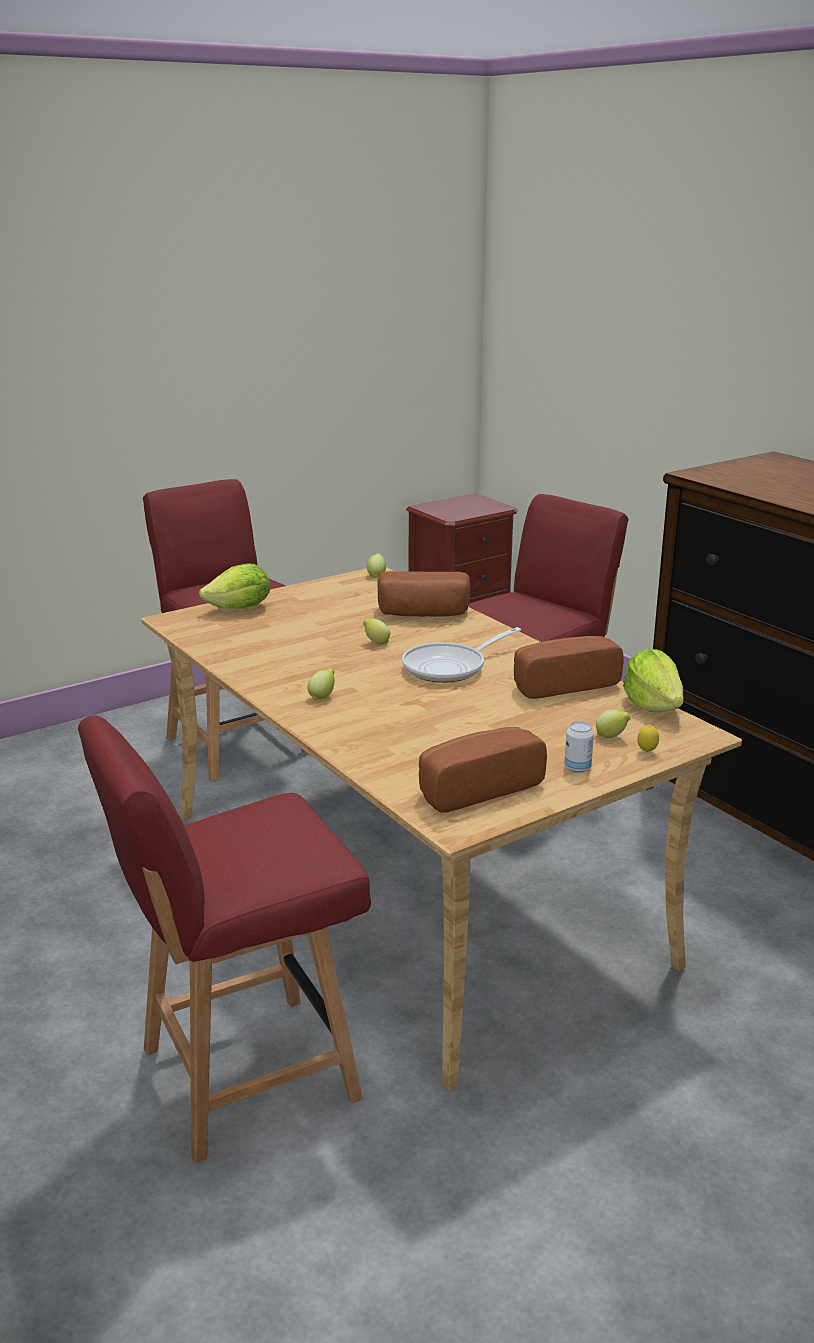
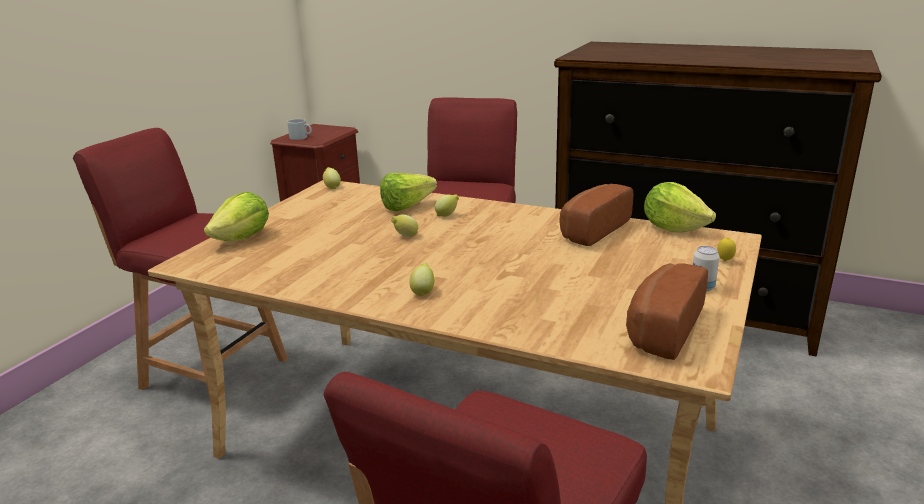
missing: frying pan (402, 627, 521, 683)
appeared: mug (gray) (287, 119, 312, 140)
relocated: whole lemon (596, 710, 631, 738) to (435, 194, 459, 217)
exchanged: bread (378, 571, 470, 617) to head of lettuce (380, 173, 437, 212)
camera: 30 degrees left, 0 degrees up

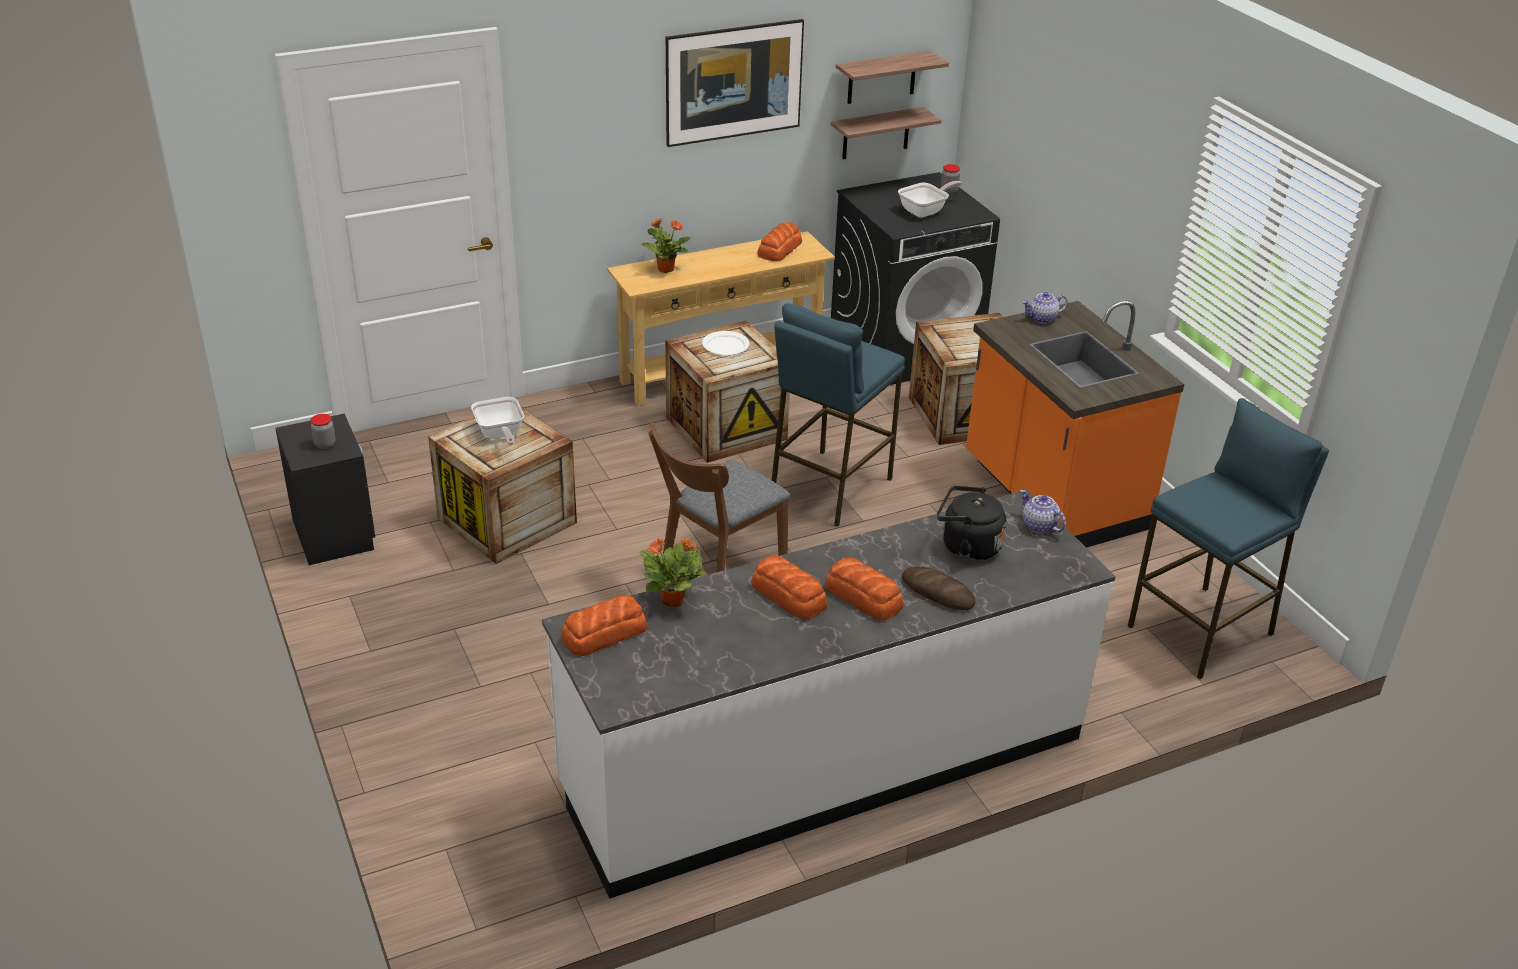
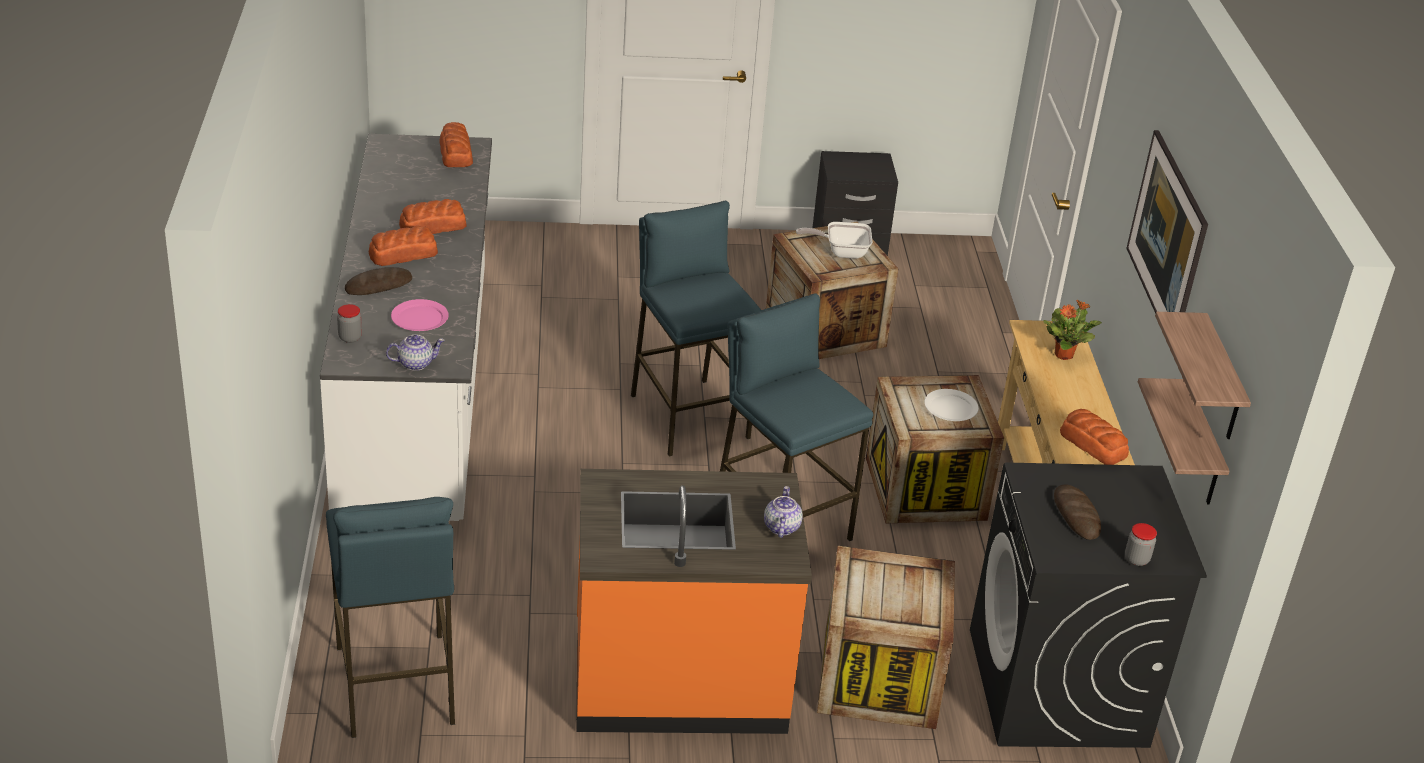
missing: houseplant (639, 537, 705, 607)
relocated: preserve jar (311, 414, 336, 449) to (337, 304, 362, 343)
exchanged: upright chair (brown-coloured) (648, 422, 790, 573) to stool (bluish) (631, 201, 761, 457); frying pan (898, 181, 962, 218) to bread (1054, 485, 1101, 540); tea kettle (blackish) (937, 486, 1006, 561) to dinner plate (pinkish) (391, 299, 449, 331)
camera: 110 degrees right, 0 degrees up

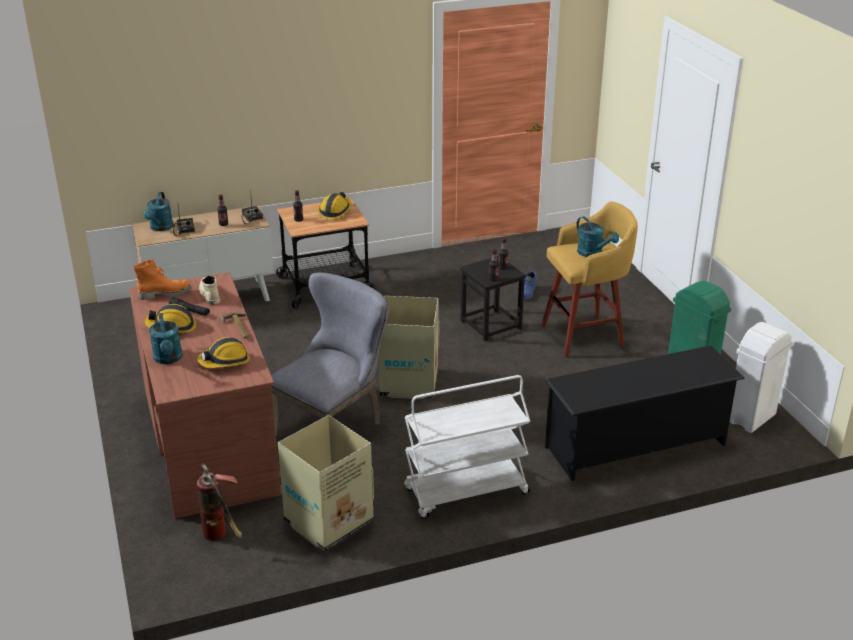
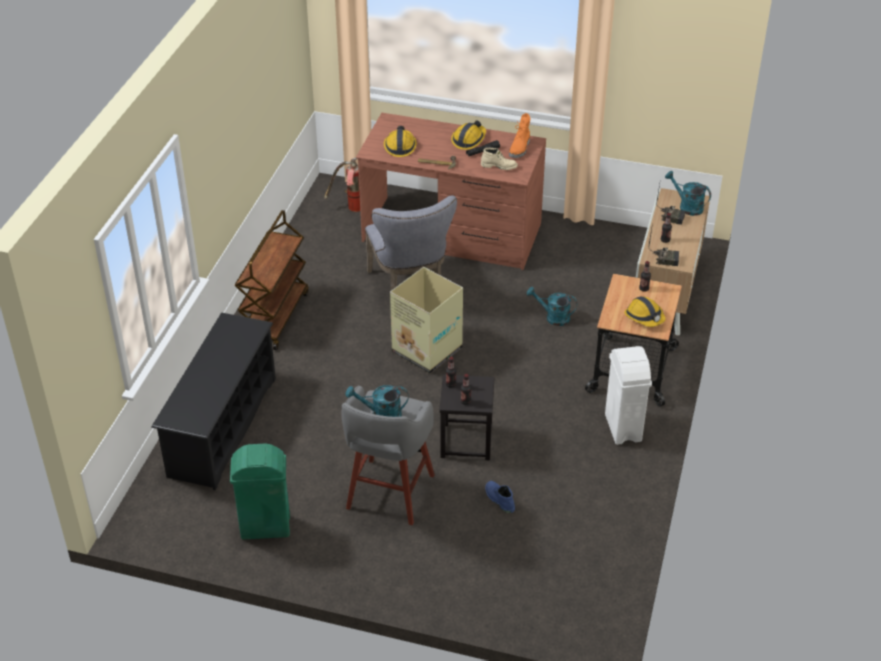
missing: packing box (278, 415, 374, 552)
relocated: watering pot (blue-green) (149, 313, 183, 364) to (527, 287, 578, 326); waste bin (white-coloured) (730, 322, 793, 433) to (605, 346, 652, 445)
colour: trolley (white-coloured) (404, 375, 530, 519) to trolley (brown-coloured) (234, 210, 309, 350); stool (yellow-coloured) (541, 201, 638, 357) to stool (gray) (341, 385, 435, 525)
camera: 125 degrees right, 10 degrees up

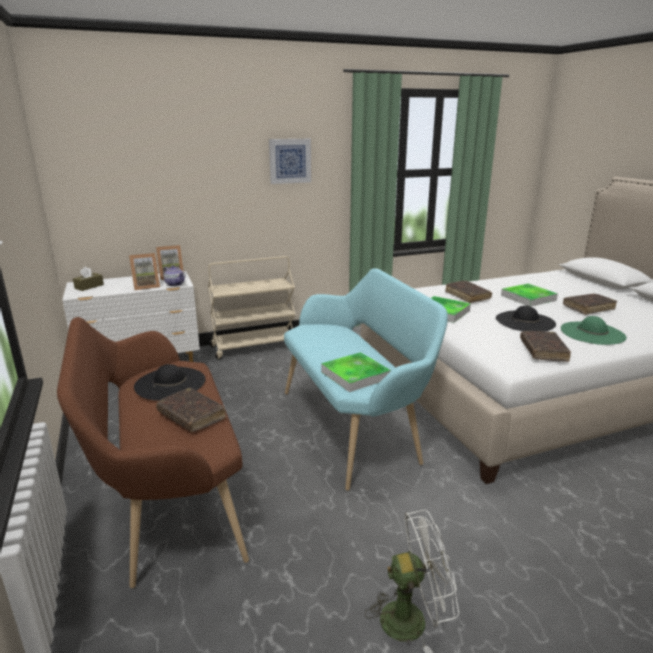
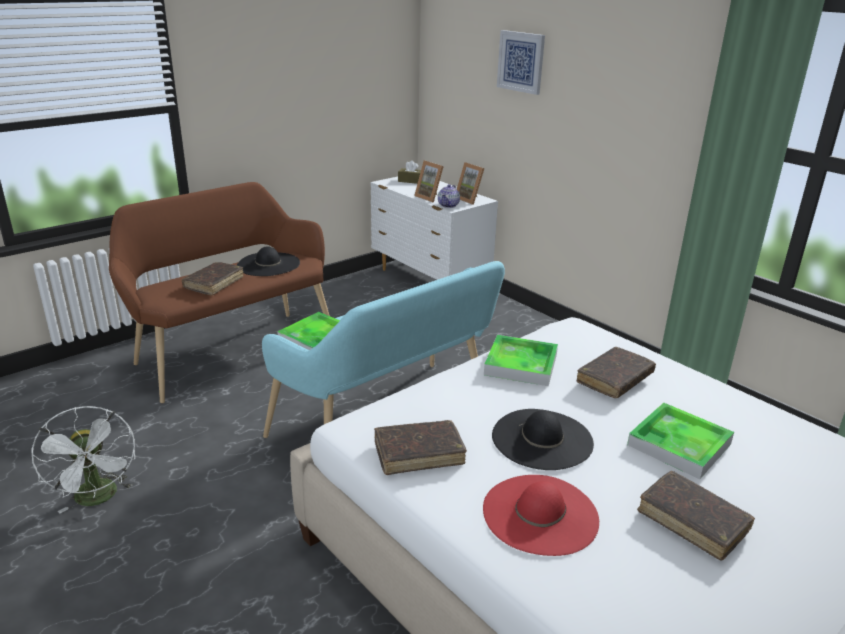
missing: trolley (beige) (208, 256, 295, 360)
relocated: picture (269, 139, 311, 184) to (497, 30, 545, 95)
colour: wearable hat (green-coloured) (561, 316, 627, 345) to wearable hat (reddish) (483, 475, 599, 556)
camera: 70 degrees right, 5 degrees up

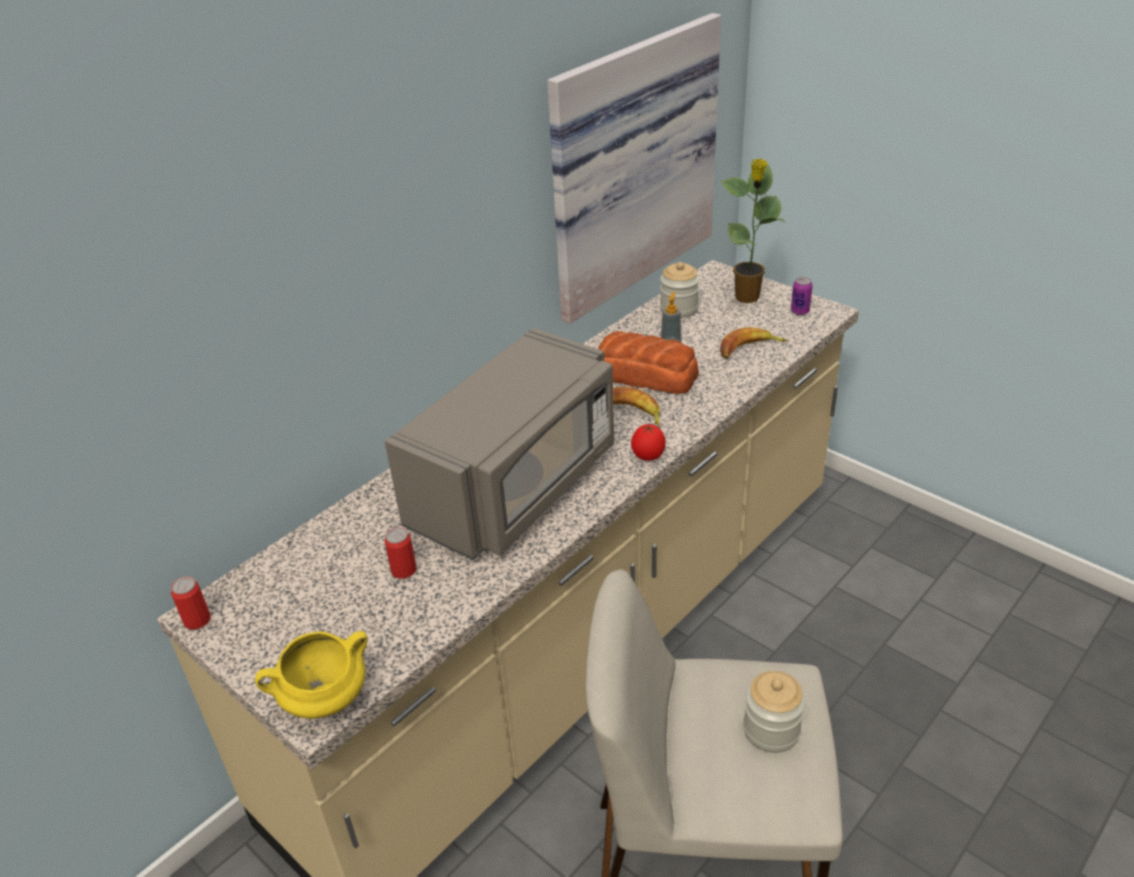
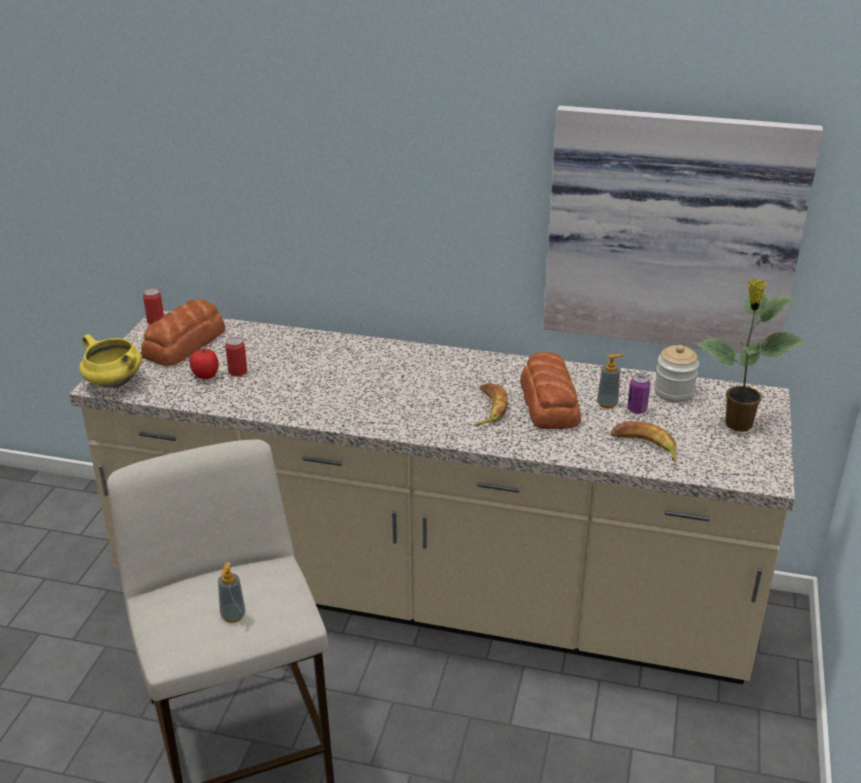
missing: microwave (gray) (385, 328, 614, 560)
appeared: bread (141, 299, 225, 366)
relocated: whole tomato (631, 423, 666, 460) to (190, 348, 219, 379); can (791, 277, 813, 315) to (627, 374, 650, 414)
exchanged: preserve jar (743, 671, 805, 753) to soap dispenser (218, 562, 246, 623)
camera: 60 degrees right, 5 degrees down

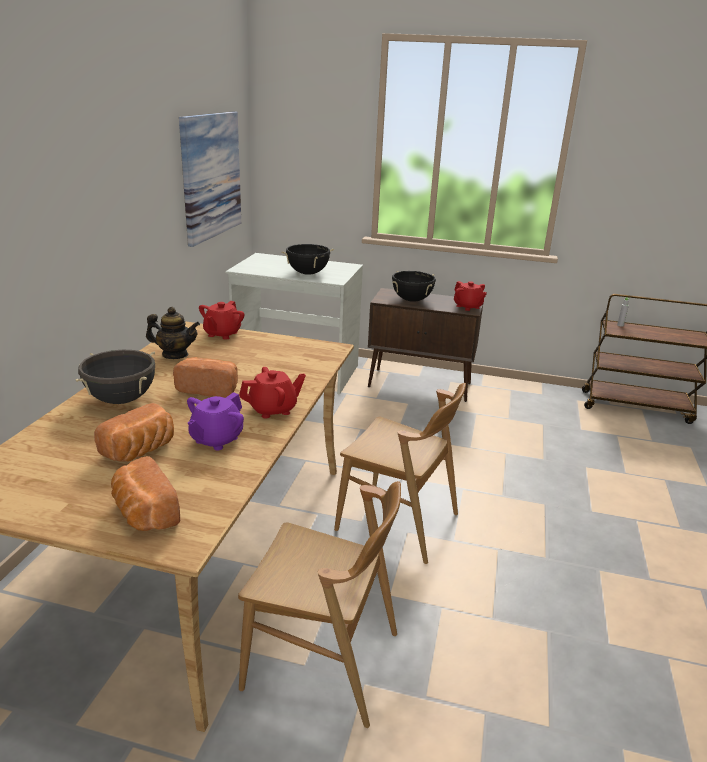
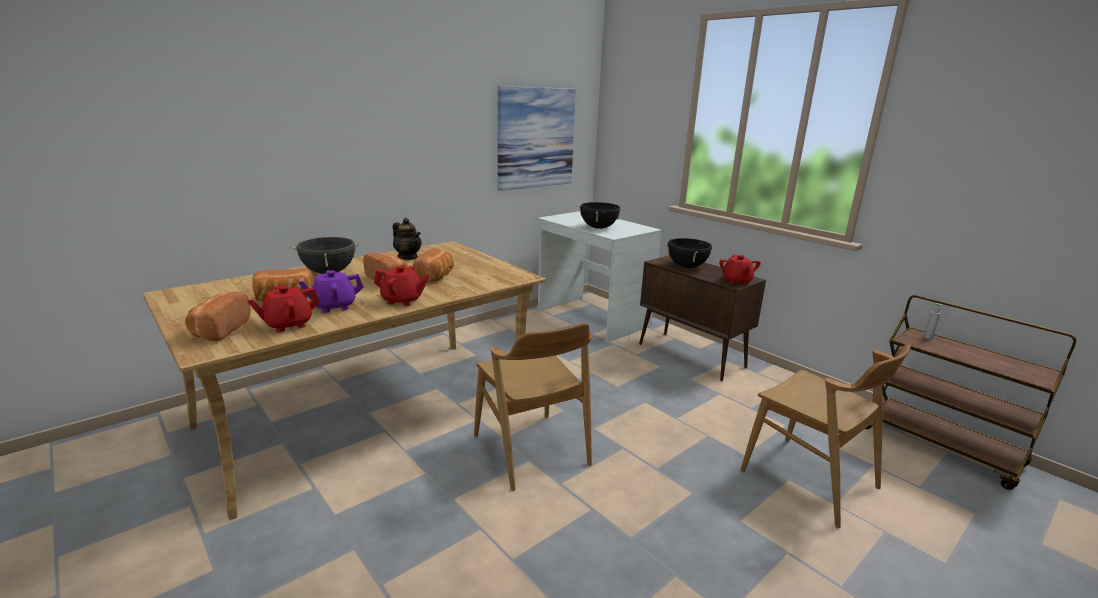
appeared: bread (413, 248, 454, 282)
relocated: teapot (reddish) (199, 301, 244, 340) to (247, 286, 320, 332); upright chair (brown-coloured) (238, 481, 401, 728) to (741, 344, 911, 528)
camera: 35 degrees right, 5 degrees down

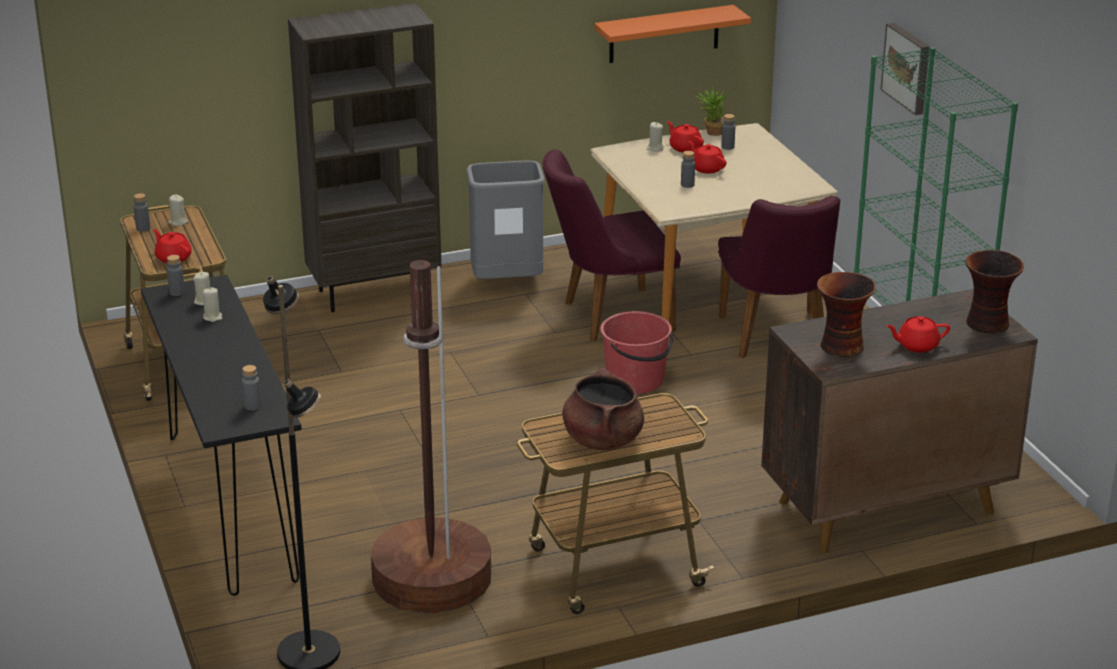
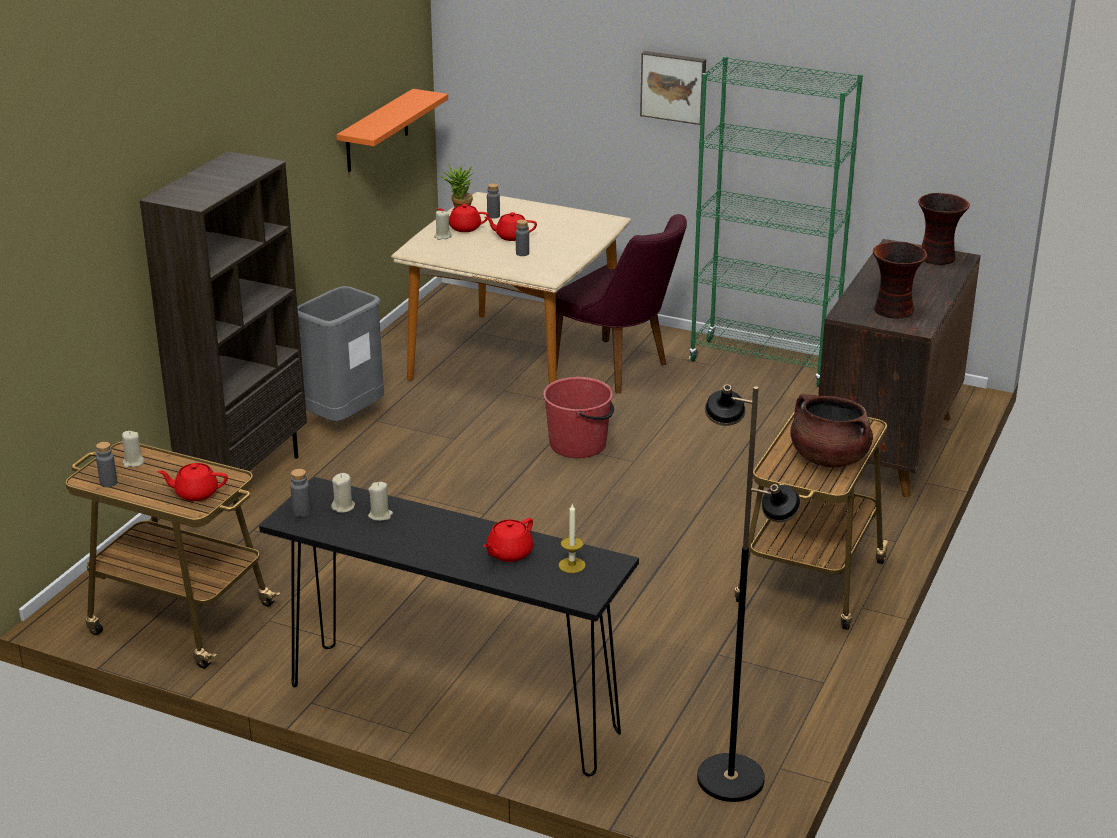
missing: standard lamp (brown-coloured) (371, 260, 491, 613); upright chair (purple) (542, 149, 681, 341)
relocated: teapot (reddish) (886, 316, 950, 352) to (484, 518, 533, 562)
exchanged: bottle (gray) (242, 365, 261, 410) to wax candle (558, 503, 586, 573)
camera: 45 degrees left, 0 degrees up

